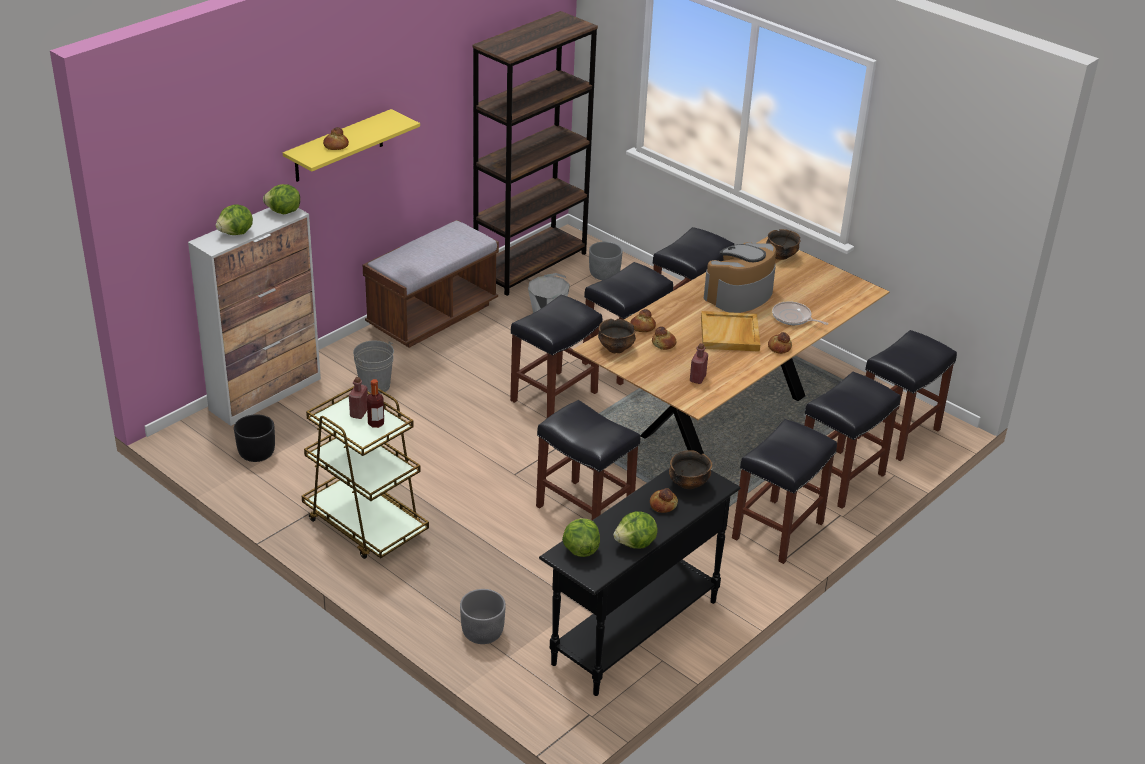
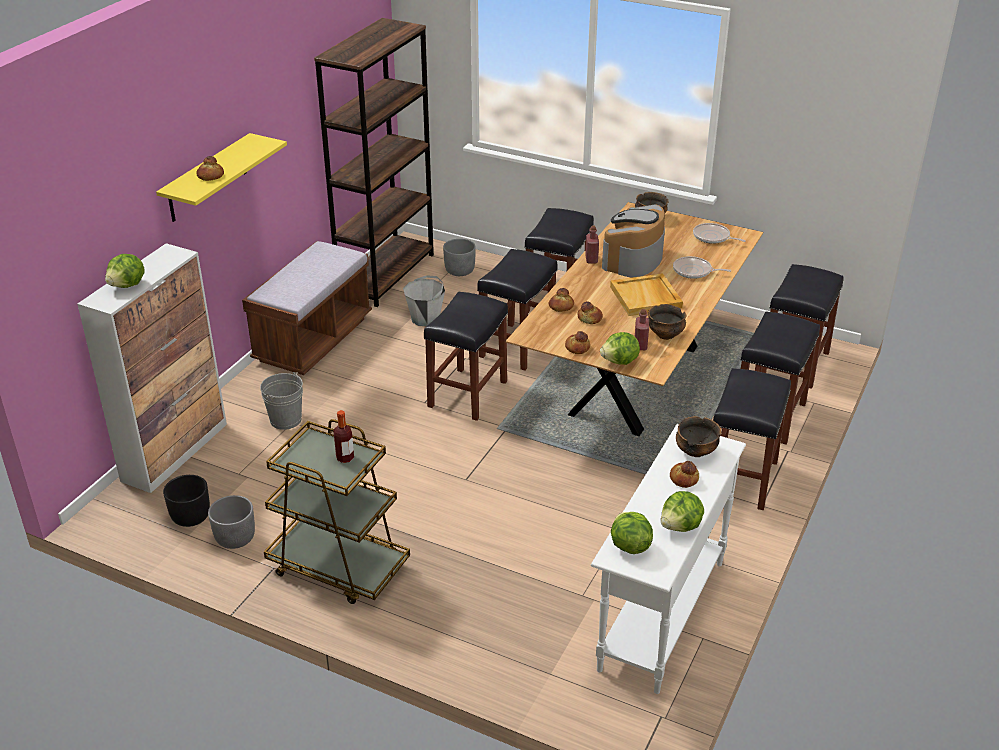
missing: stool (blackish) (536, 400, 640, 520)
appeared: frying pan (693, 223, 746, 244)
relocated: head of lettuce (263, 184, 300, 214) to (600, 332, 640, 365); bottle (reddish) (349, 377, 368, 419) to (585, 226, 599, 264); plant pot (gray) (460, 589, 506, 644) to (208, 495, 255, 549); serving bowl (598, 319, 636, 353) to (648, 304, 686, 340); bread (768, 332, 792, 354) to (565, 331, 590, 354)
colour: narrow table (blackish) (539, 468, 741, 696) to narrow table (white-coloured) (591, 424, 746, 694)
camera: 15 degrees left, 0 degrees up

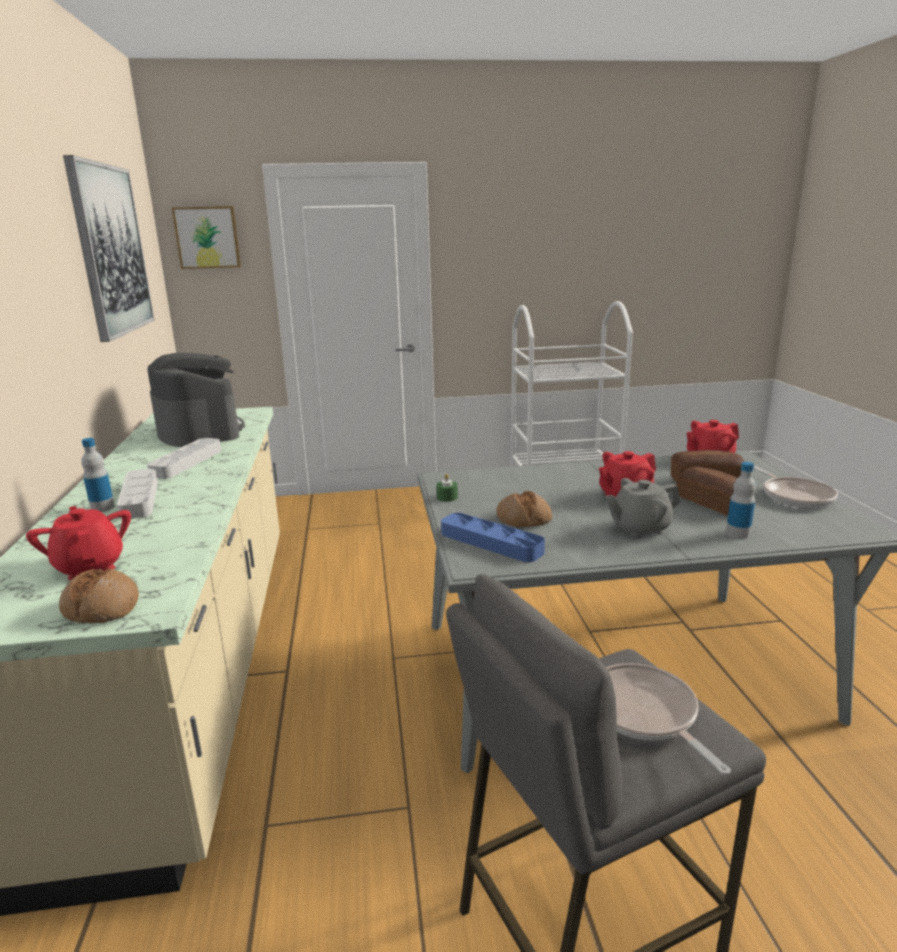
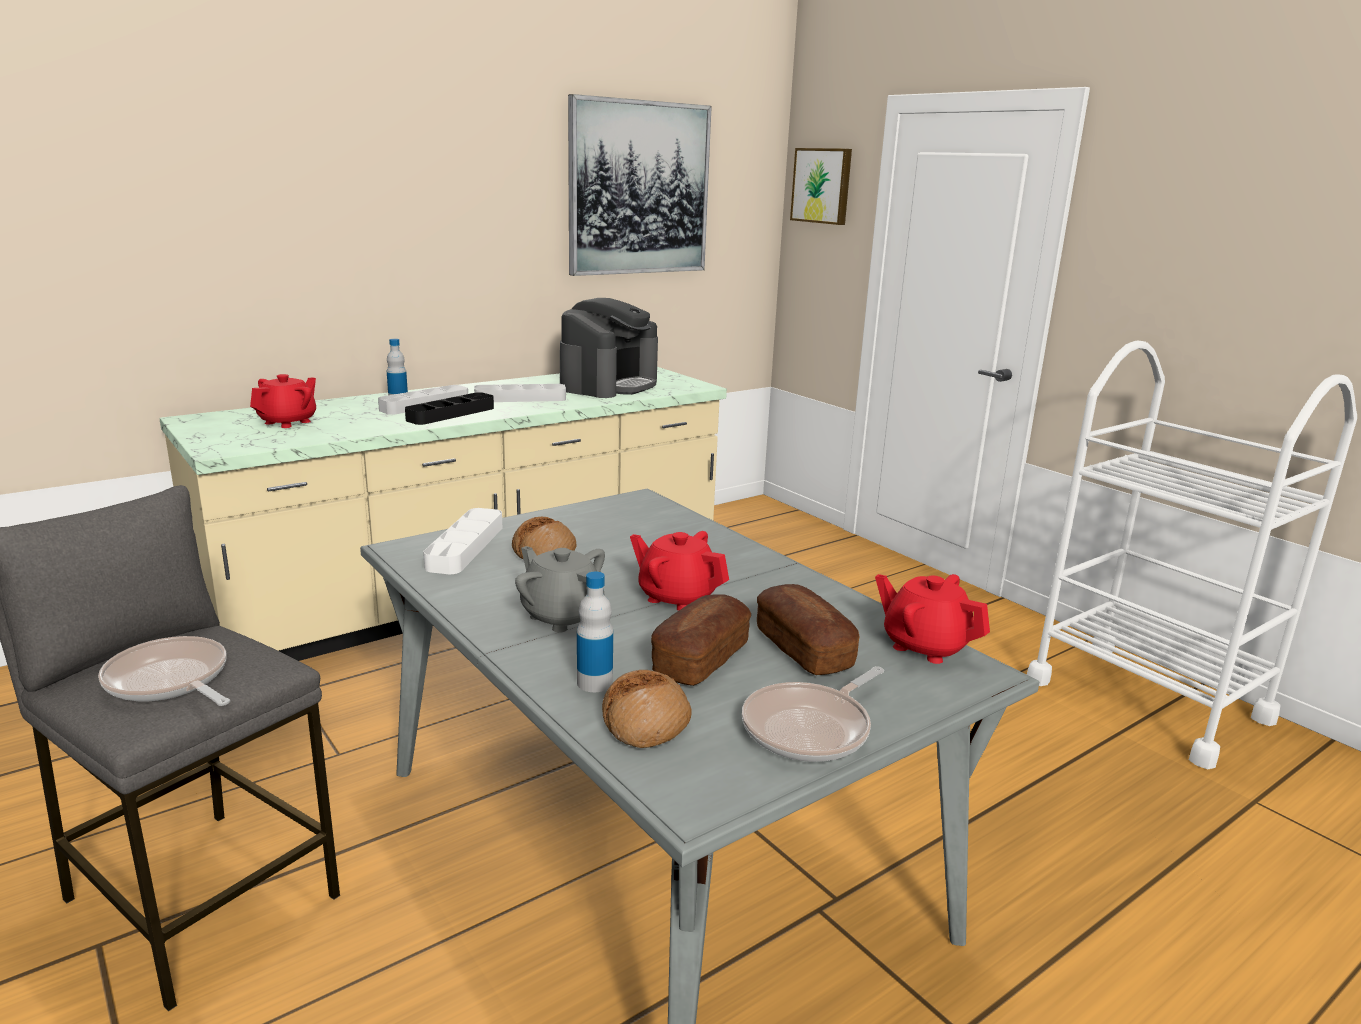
missing: wax candle (green-coloured) (436, 474, 458, 502)
appeared: serving tray (blackish) (405, 392, 494, 425)
relocated: bread (59, 569, 139, 623) to (602, 670, 692, 748)
colour: serving tray (bluish) (441, 513, 545, 562) to serving tray (white-coloured) (423, 508, 503, 574)
spun: frying pan (606, 663, 731, 775) = (98, 636, 230, 706) 90 degrees counterclockwise
camera: 60 degrees right, 0 degrees up

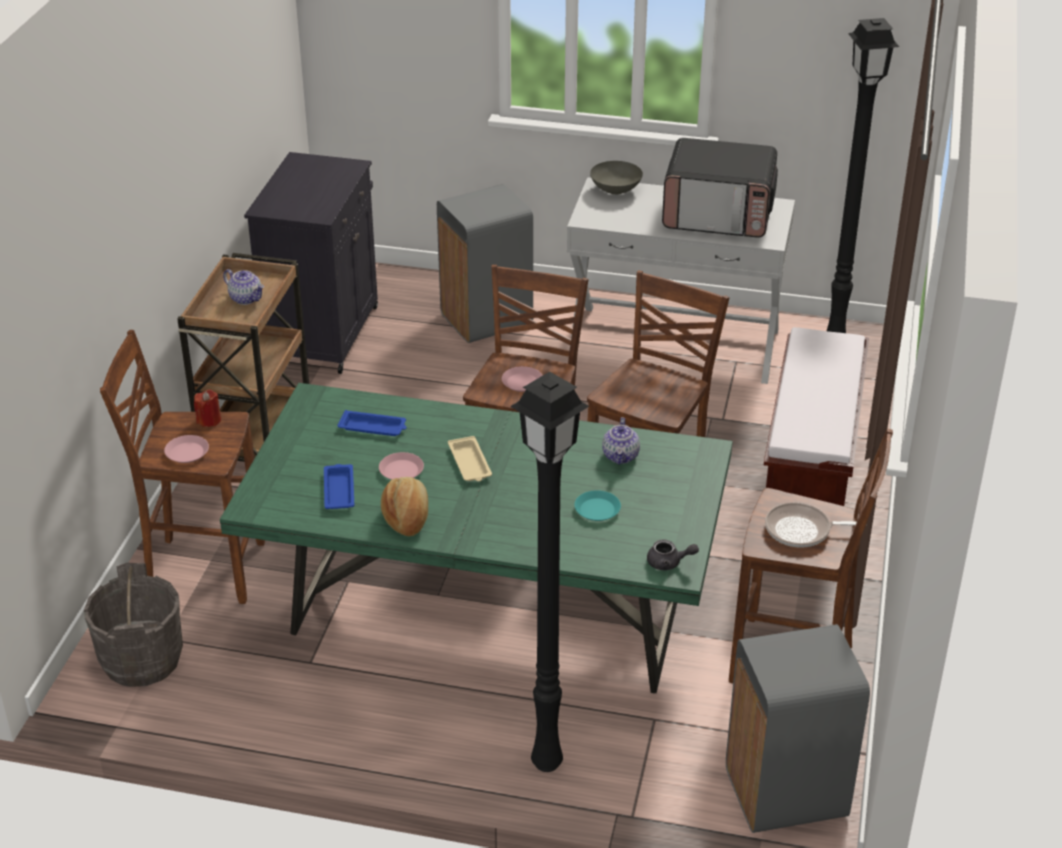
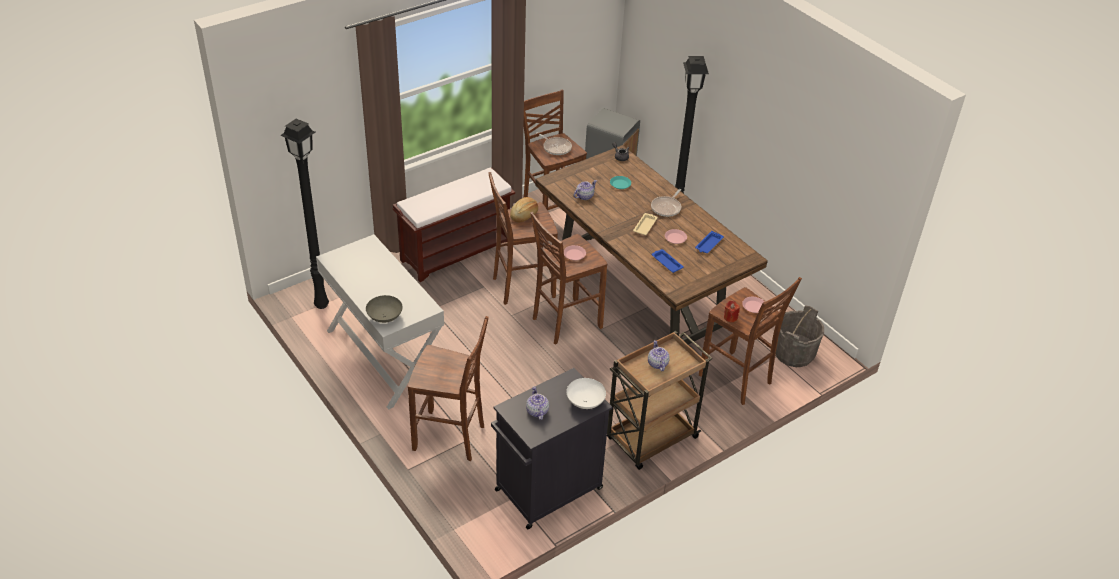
missing: microwave (662, 138, 778, 238)
appeared: teapot (526, 386, 549, 420); serving bowl (white-coloured) (566, 378, 606, 409); frying pan (651, 189, 681, 217)
relocated: bread (381, 477, 428, 536) to (510, 197, 538, 223)
exchanged: waste bin (gray) (437, 184, 533, 343) to stool (brown-coloured) (408, 316, 488, 461)
colour: dinner table (green-coloured) (220, 383, 733, 693) to dinner table (brown-coloured) (535, 145, 768, 345)
camera: 140 degrees left, 5 degrees up

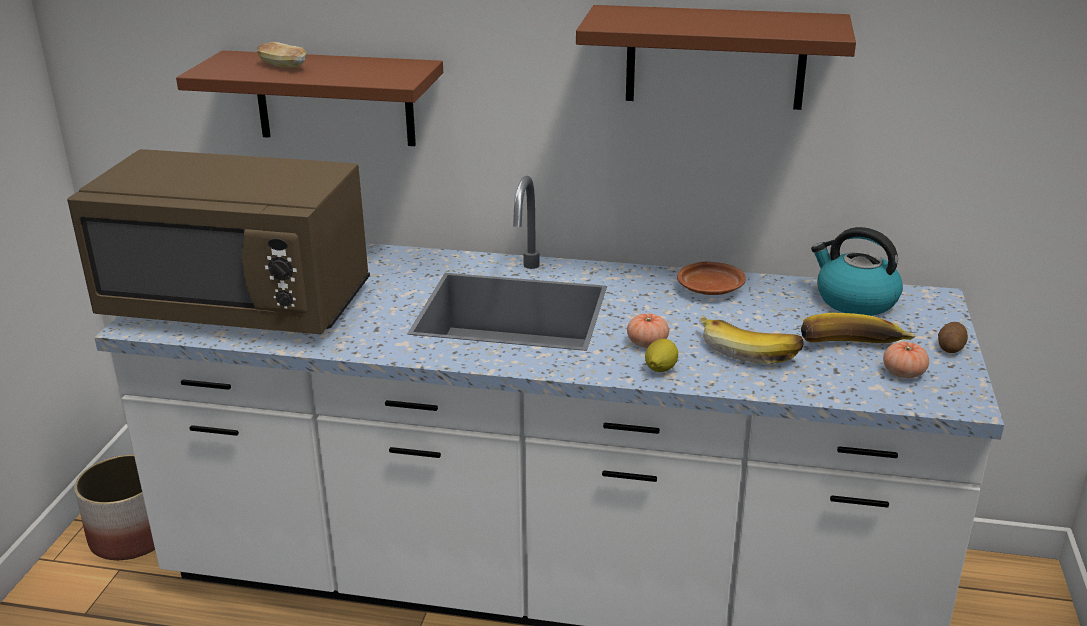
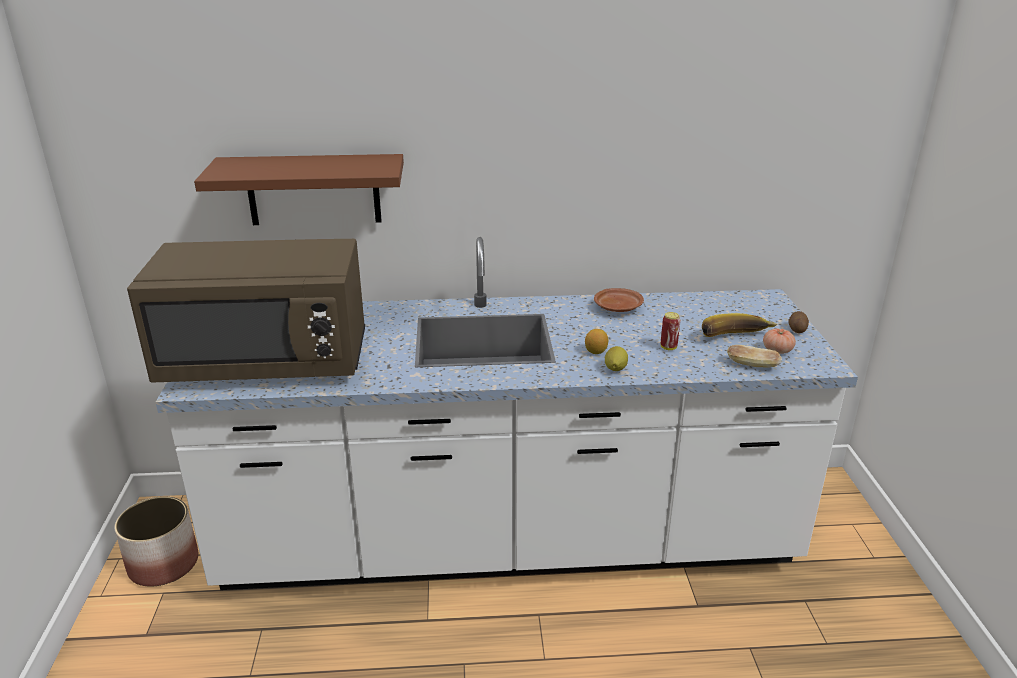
missing: shelf (brown-coloured) (576, 5, 856, 110); tea kettle (811, 227, 903, 316)
relocated: bread (257, 42, 306, 68) to (727, 345, 782, 368)
exchanged: whole tomato (627, 313, 669, 348) to whole lemon (585, 329, 608, 354); whole banana (699, 315, 804, 364) to can (661, 312, 680, 350)
camera: 15 degrees left, 0 degrees up

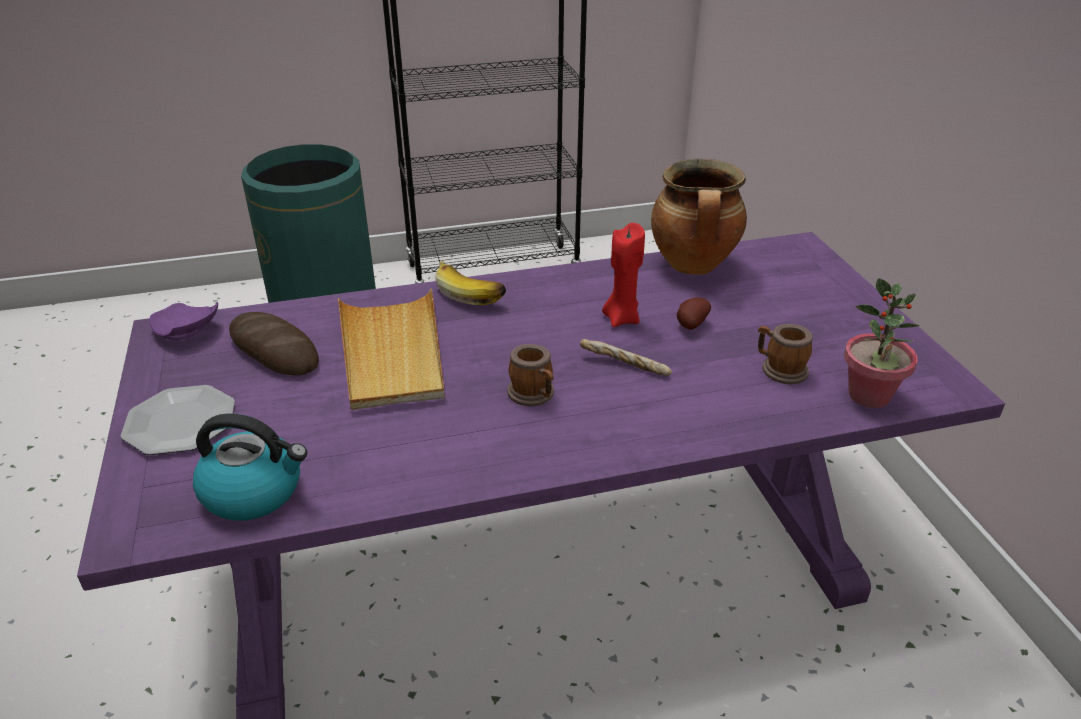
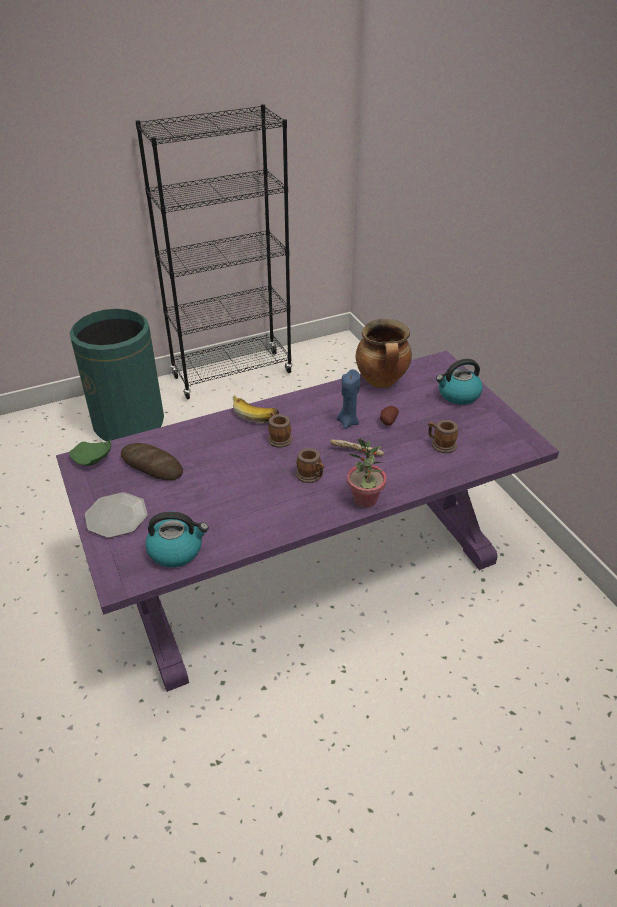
missing: serving tray (beige) (338, 288, 445, 410)
appeared: mug (268, 412, 293, 448); tea kettle (436, 359, 483, 405)
relocated: houseplant (844, 278, 920, 408) to (347, 438, 387, 508)
colour: dinner plate (purple) (149, 302, 218, 340) to dinner plate (green-coloured) (69, 440, 111, 466); wax candle (reddish) (602, 223, 645, 327) to wax candle (bluish) (337, 369, 360, 429)
camera: 10 degrees left, 5 degrees up

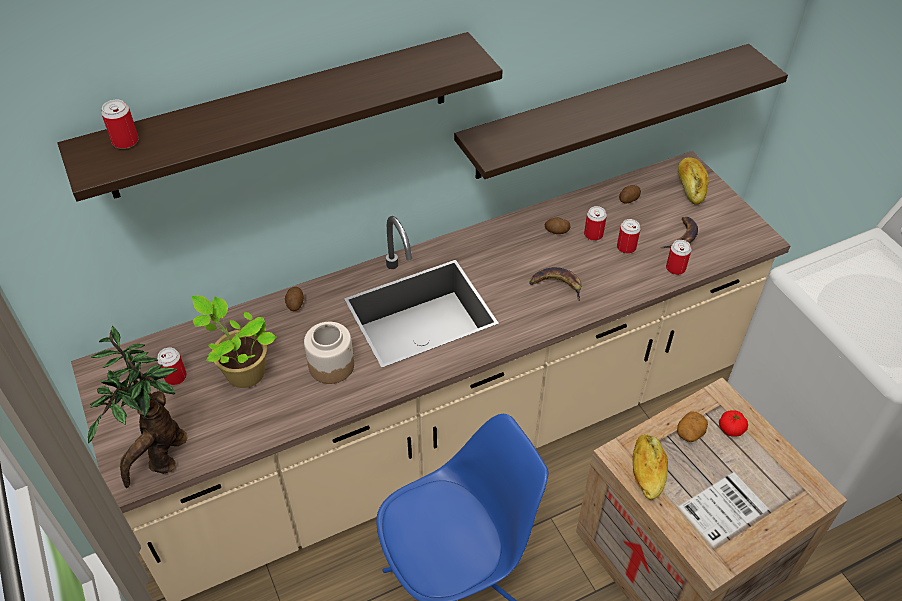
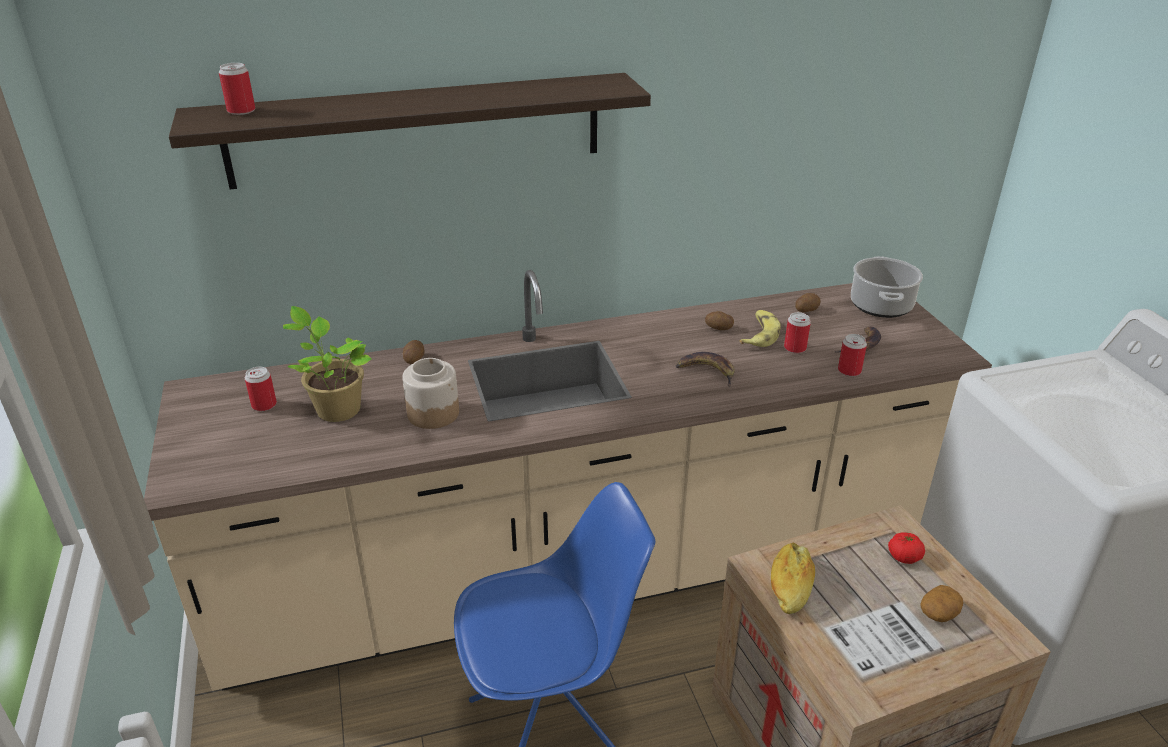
missing: houseplant (88, 326, 188, 488); shelf (454, 44, 788, 179)
relocated: spud (677, 411, 708, 442) to (920, 585, 963, 622)
exchanged: can (584, 206, 607, 241) to whole banana (739, 310, 781, 347); bread (678, 157, 709, 205) to cooking pot (851, 256, 923, 318)
camera: 10 degrees right, 15 degrees down

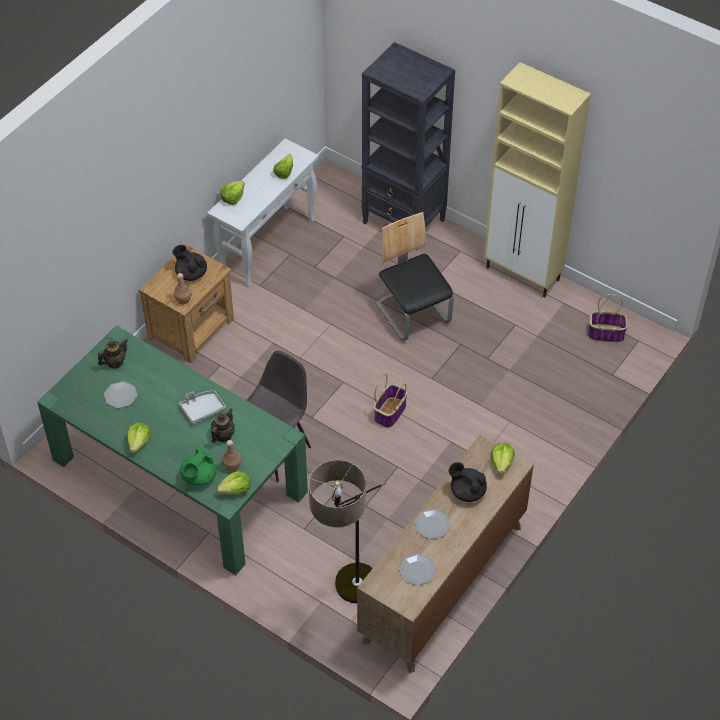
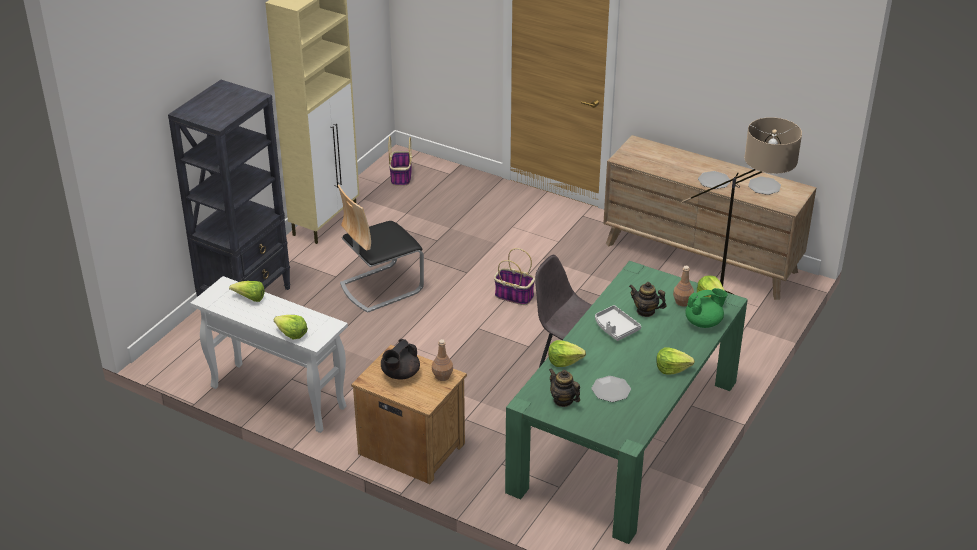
missing: teapot (blackish) (448, 462, 487, 502)
relocated: head of lettuce (490, 443, 515, 474) to (548, 340, 586, 367)
spun: teapot (green-coloured) (180, 448, 217, 486) = (685, 288, 727, 328) 45 degrees counterclockwise
camera: 95 degrees left, 15 degrees down

